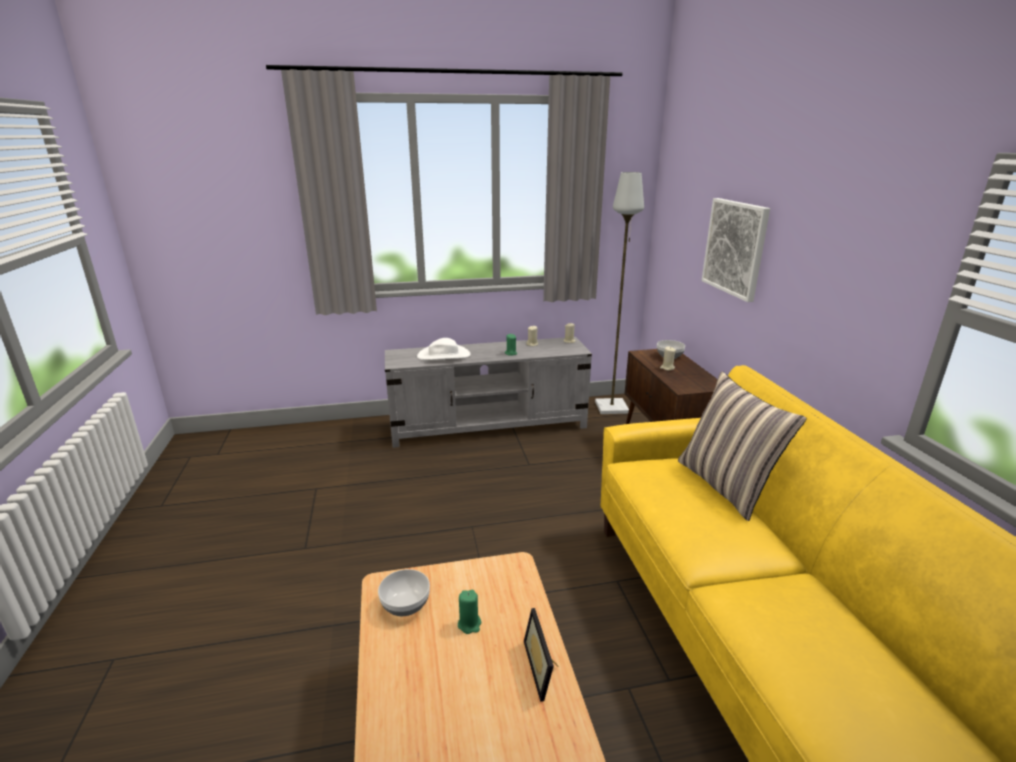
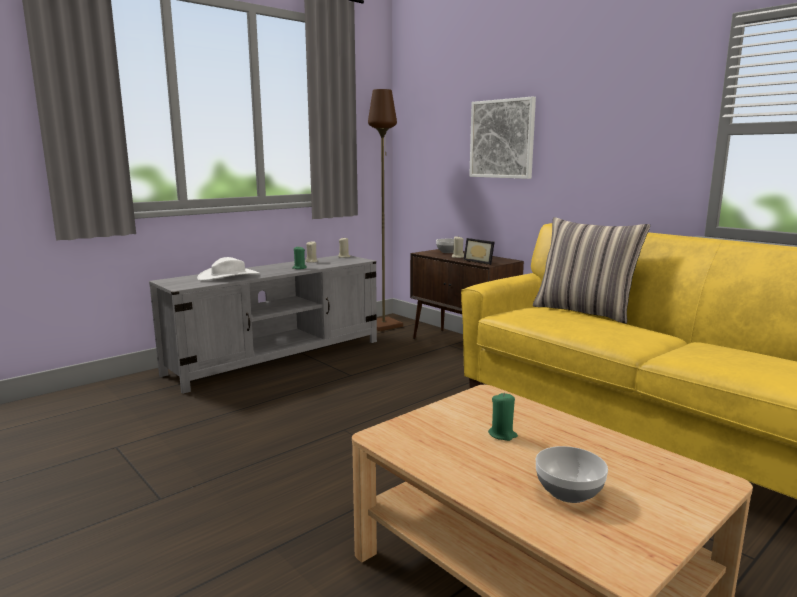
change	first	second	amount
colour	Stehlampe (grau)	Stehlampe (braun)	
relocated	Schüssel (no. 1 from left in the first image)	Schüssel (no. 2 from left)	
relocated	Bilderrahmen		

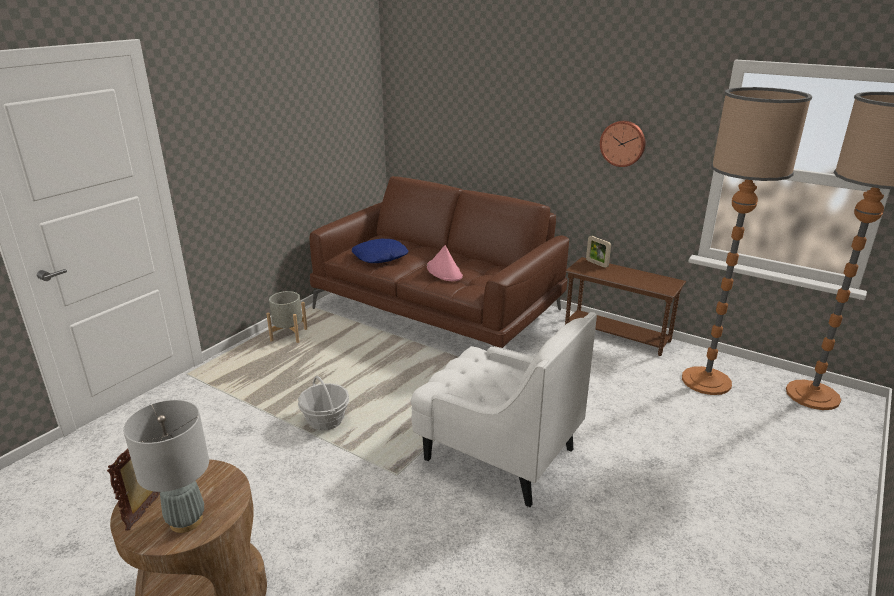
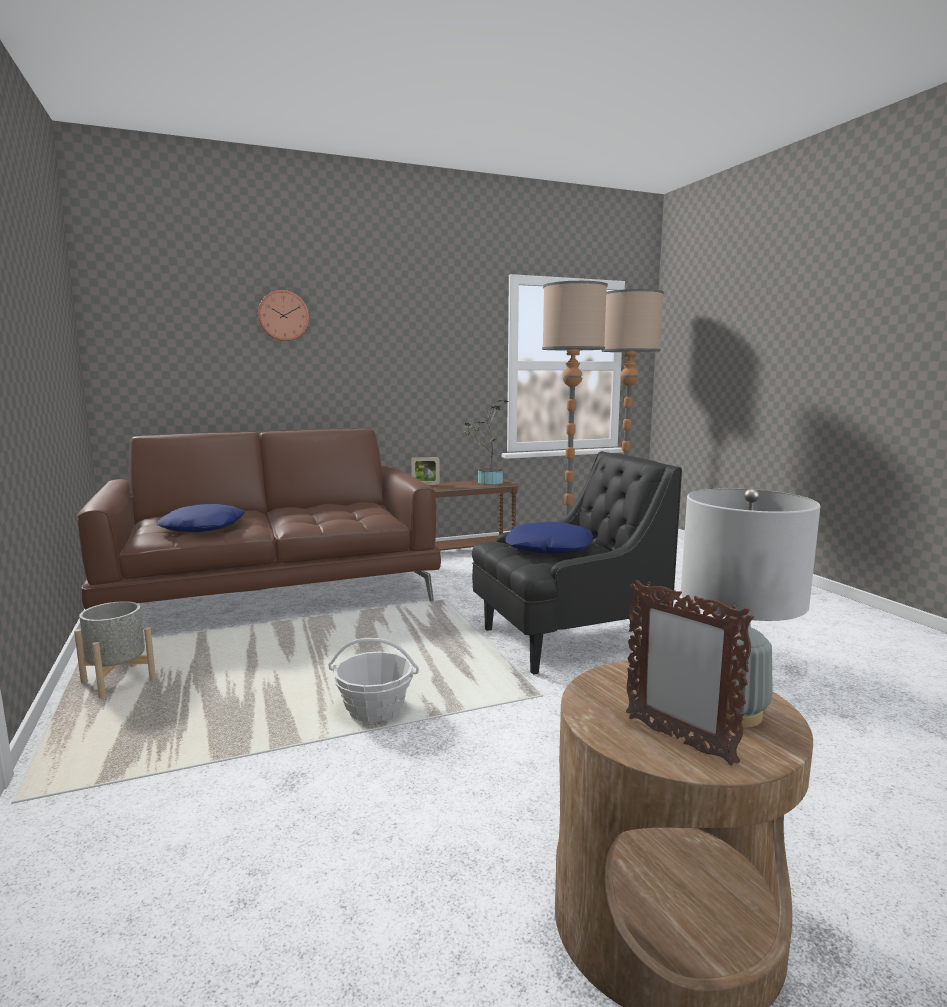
change	first	second	amount
relocated	Wanduhr		
missing	Hut (rosa)		
colour	Sessel (weiß)	Sessel (schwarz)	
appeared		Topfpflanze	
appeared		Kissen (blau) (no. 2 from left)	

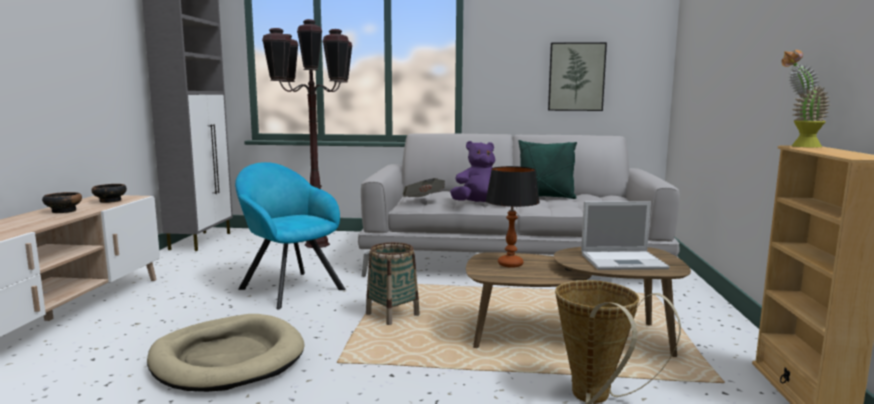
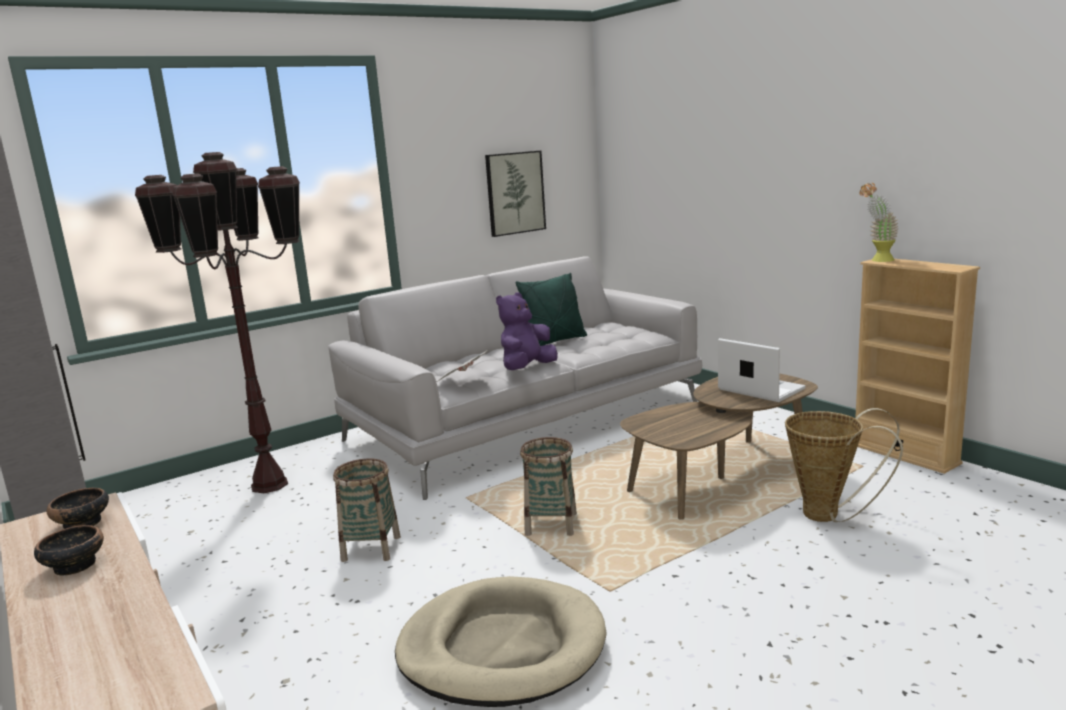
change	first	second	amount
exchanged	Sessel (türkis)	Korb (no. 1 from left)	
missing	Tischlampe		
spun	Laptop		90 degrees counterclockwise

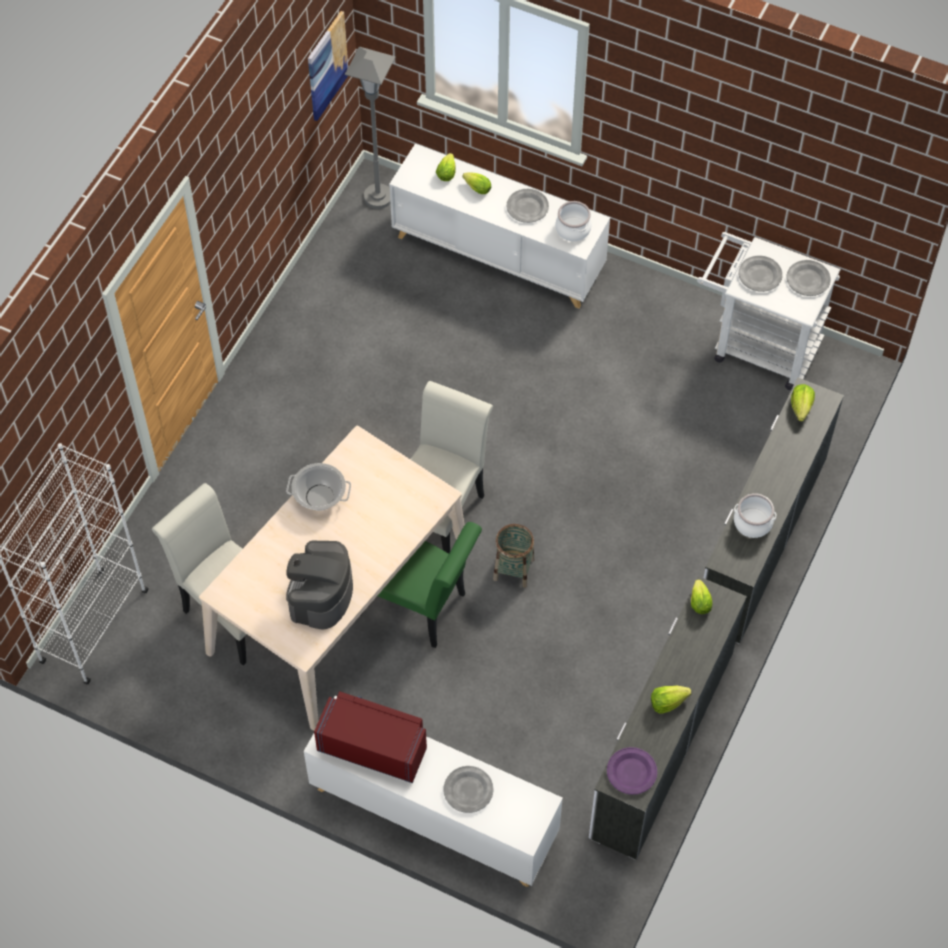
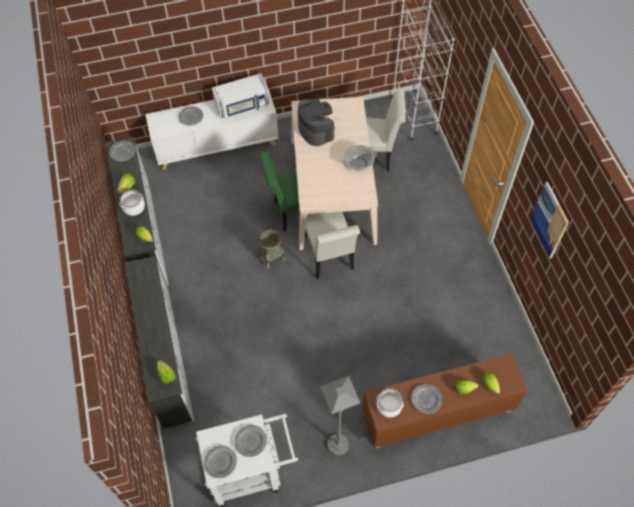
change	first	second	amount
relocated	Bild		
relocated	Stehlampe (grau)		
colour	Schrank (weiß) (no. 2 from left)	Schrank (braun)	
relocated	Kochtopf (no. 3 from left in the first image)	Kochtopf (no. 1 from left)	
colour	Mikrowelle (rot)	Mikrowelle (weiß)	
colour	Teller (lila)	Teller (grau) (no. 1 from left)	

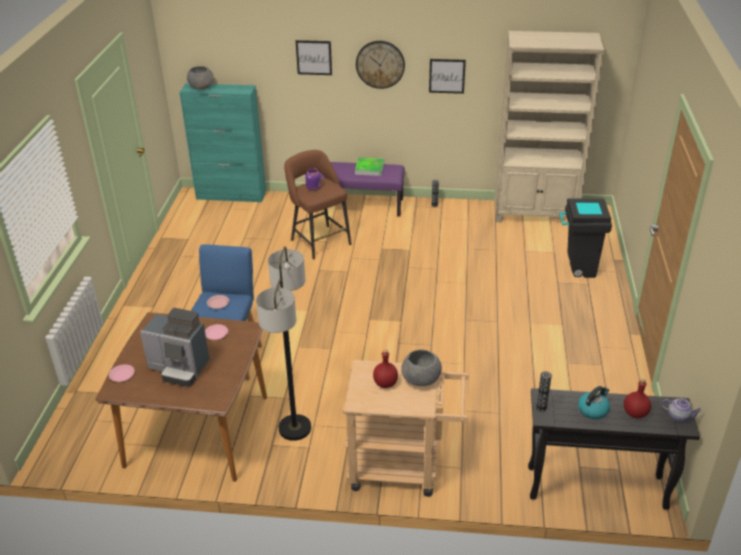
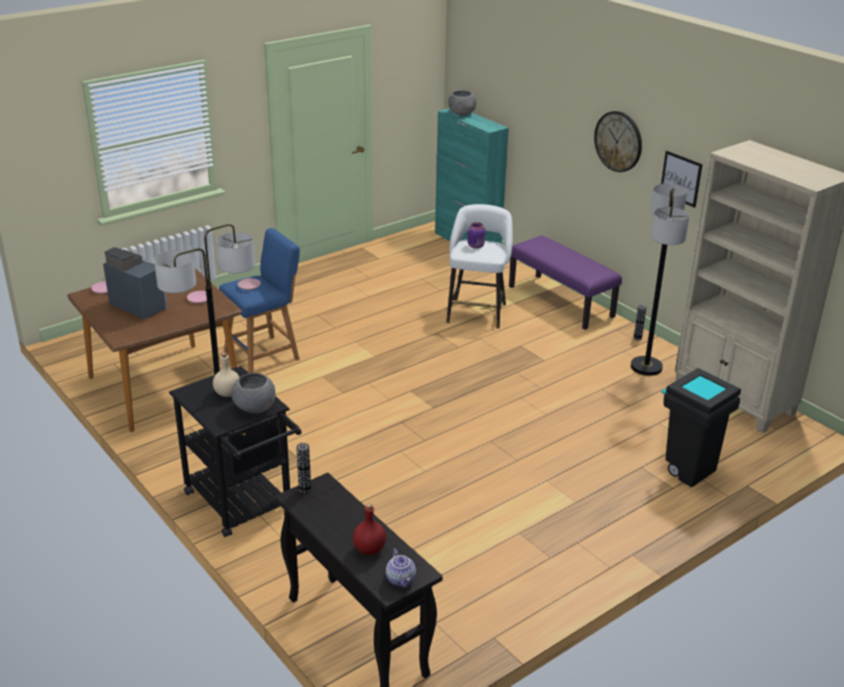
change	first	second	amount
missing	Bild (no. 1 from left)		
colour	Hocker (braun)	Hocker (weiß)	
missing	Tablett		
spun	Kaffeemaschine		150 degrees clockwise
colour	Flasche (rot) (no. 1 from left)	Flasche (beige)	
colour	Rollwagen (beige)	Rollwagen (schwarz)	
missing	Wasserkessel		
appeared		Stehlampe (no. 2 from left)	

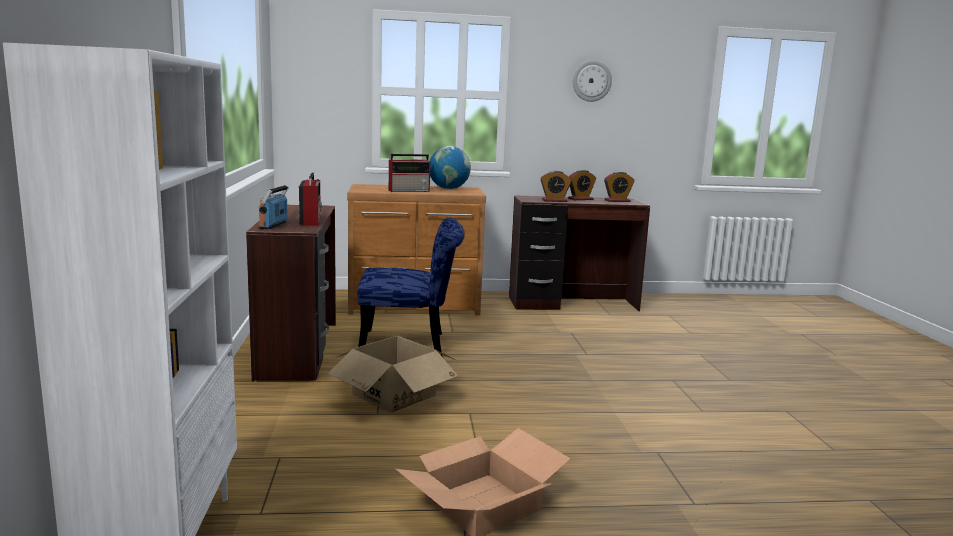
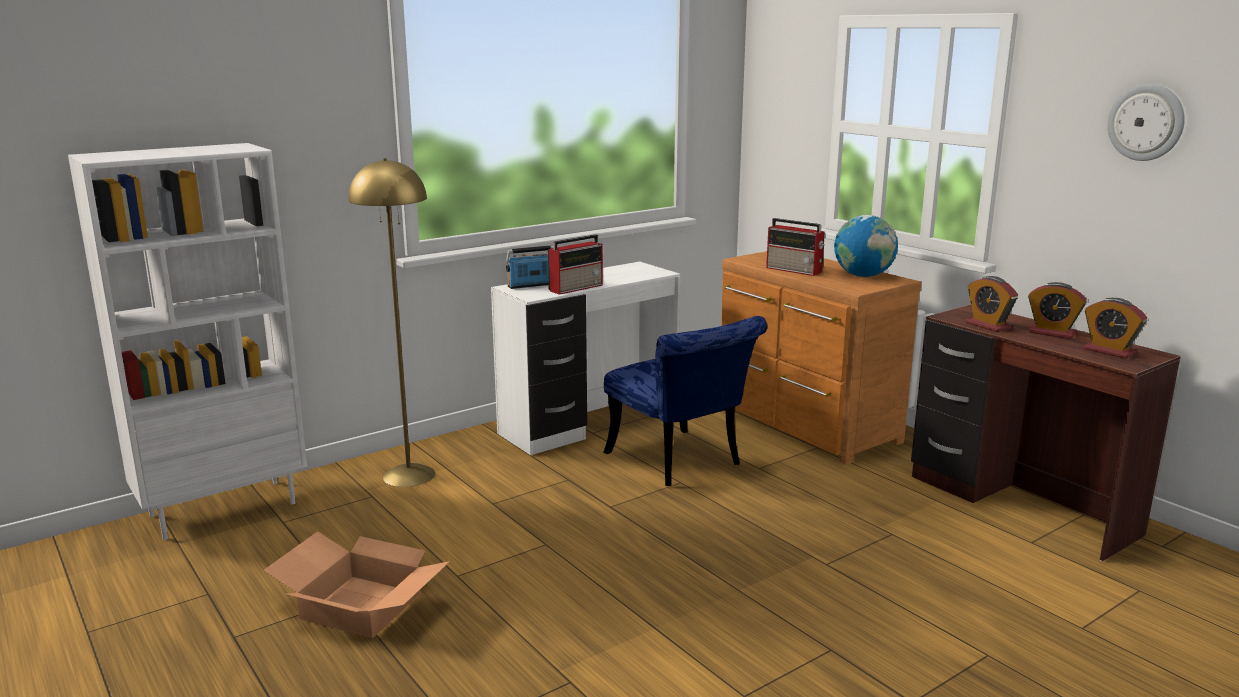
change	first	second	amount
colour	Schreibtisch (braun) (no. 1 from left)	Schreibtisch (weiß)	
missing	Karton (no. 1 from left)		
appeared		Stehlampe (gelb)	

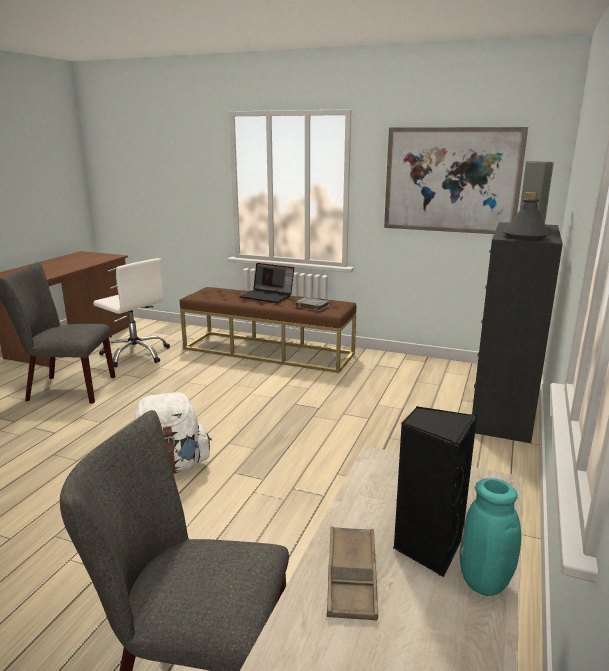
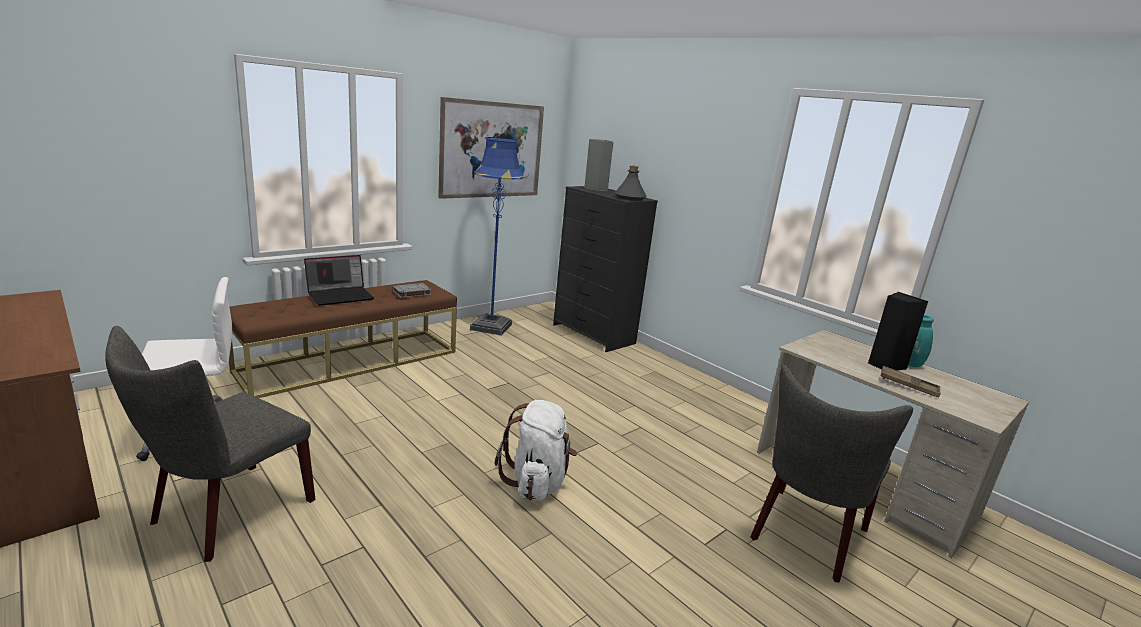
change	first	second	amount
appeared		Stehlampe (blau)	

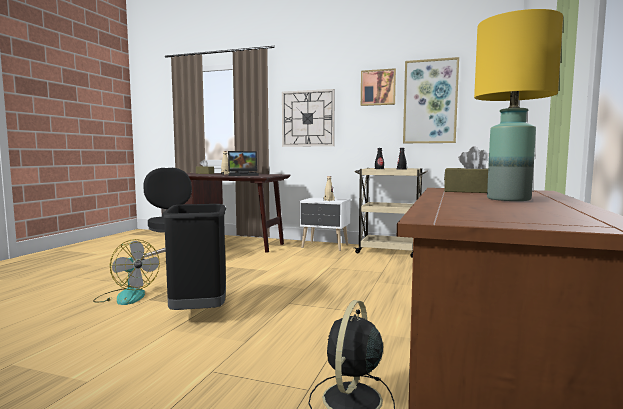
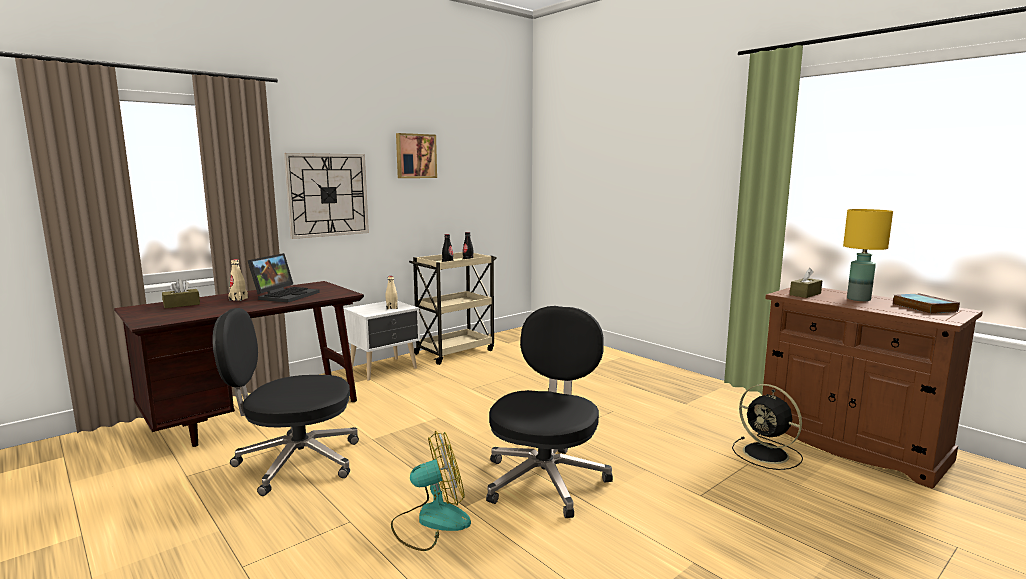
change	first	second	amount
missing	Bild (no. 2 from left)		
exchanged	Mülleimer (schwarz)	Bürostuhl (schwarz) (no. 2 from left)	
appeared		Buch	

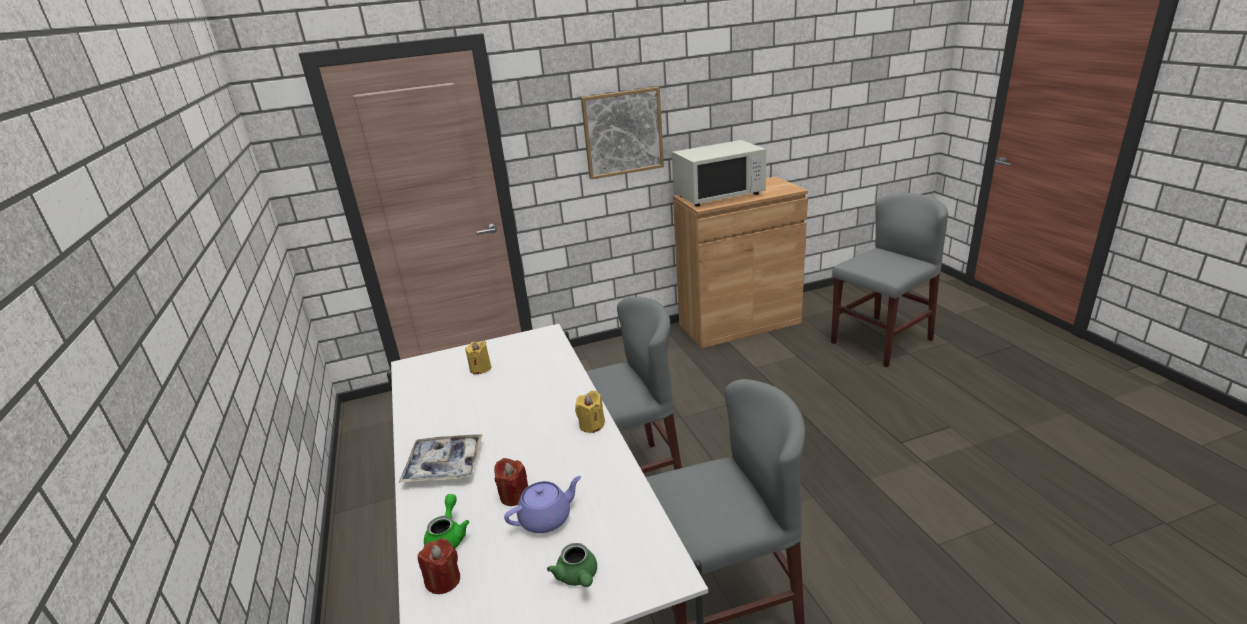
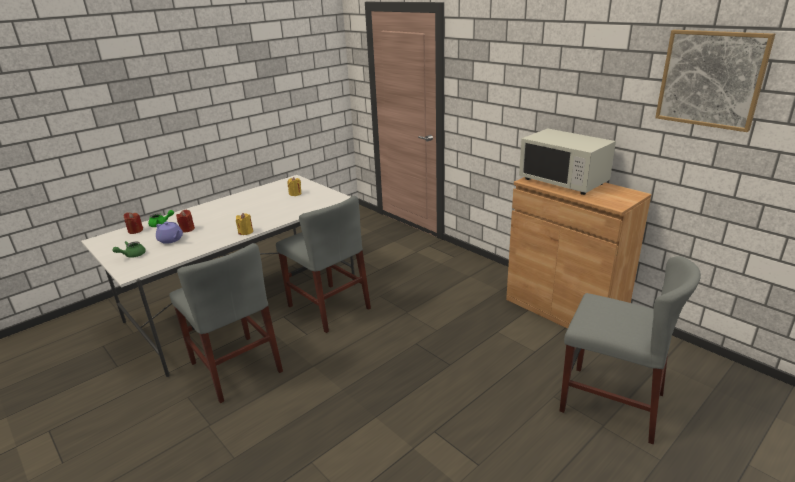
change	first	second	amount
relocated	Bild		
missing	Tablett		

